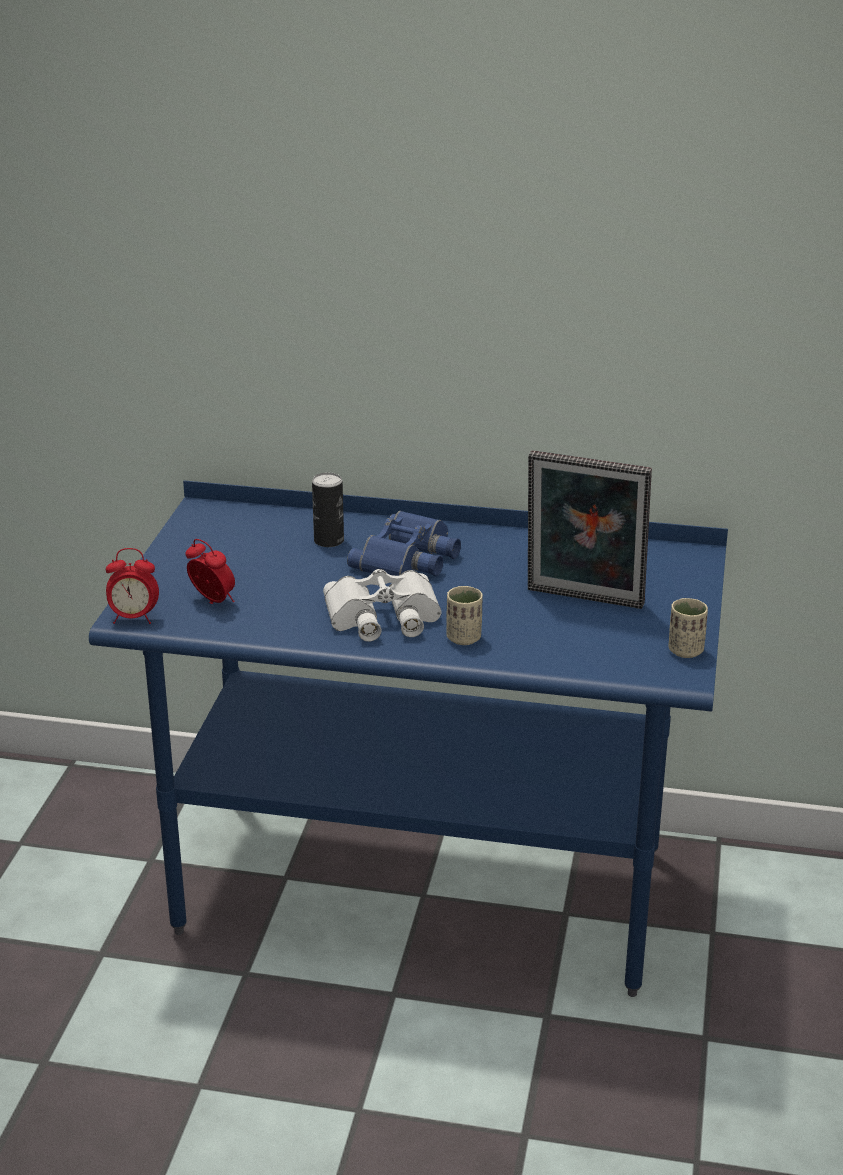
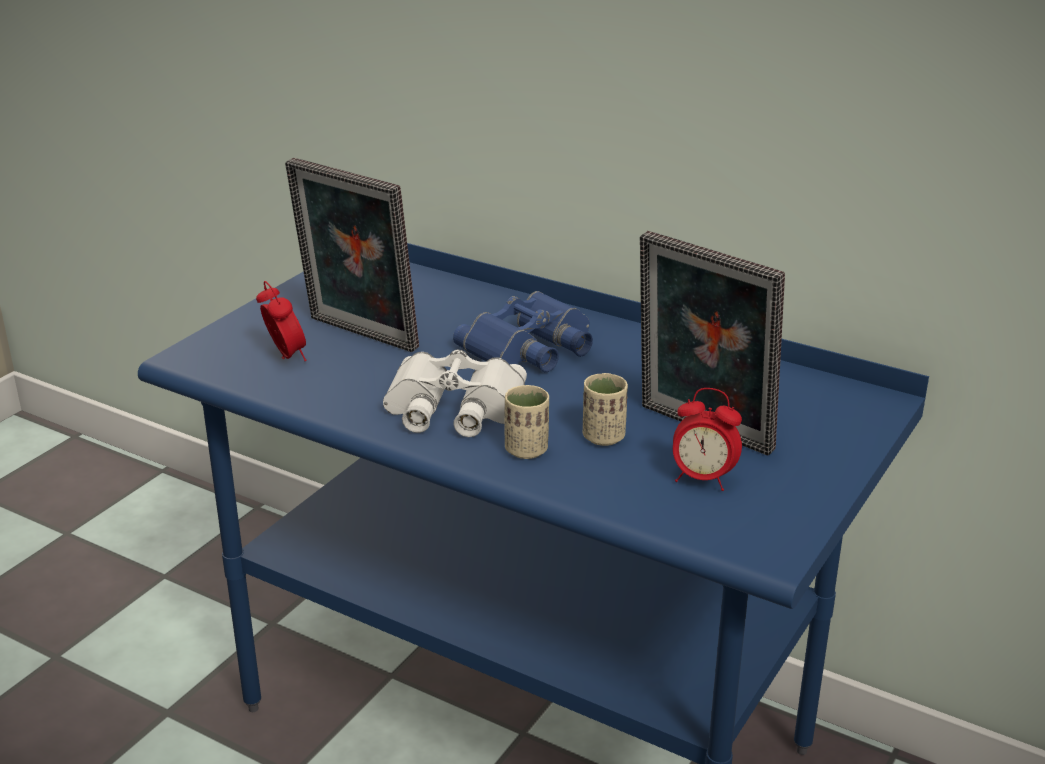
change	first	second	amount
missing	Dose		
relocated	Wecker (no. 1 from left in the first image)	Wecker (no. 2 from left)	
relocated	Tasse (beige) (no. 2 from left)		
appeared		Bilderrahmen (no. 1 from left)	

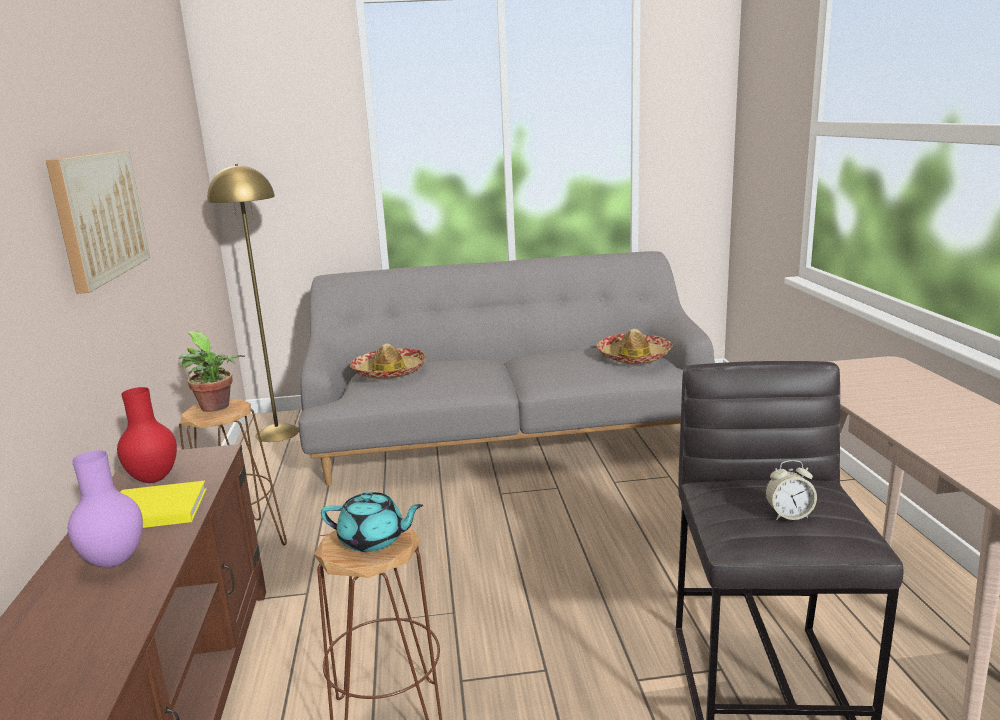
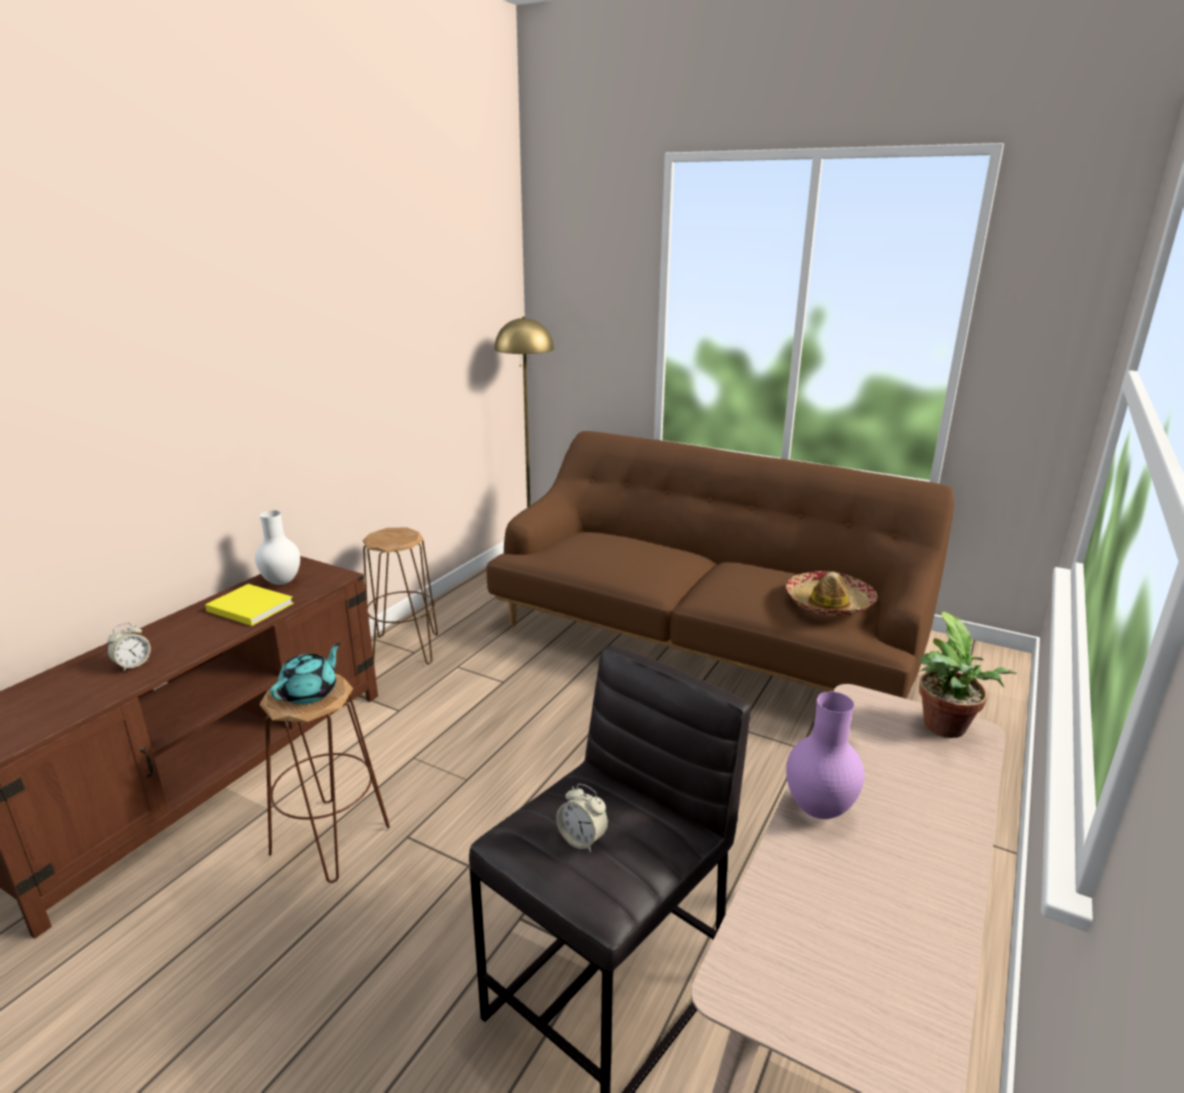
change	first	second	amount
missing	Bild		
colour	Sofa (grau)	Sofa (braun)	
relocated	Topfpflanze		
missing	Hut (no. 1 from left)		
colour	Vase (rot)	Vase (weiß)	
relocated	Vase (lila)		
spun	Teekanne (türkis)		105 degrees counterclockwise
appeared		Wecker (no. 1 from left)	

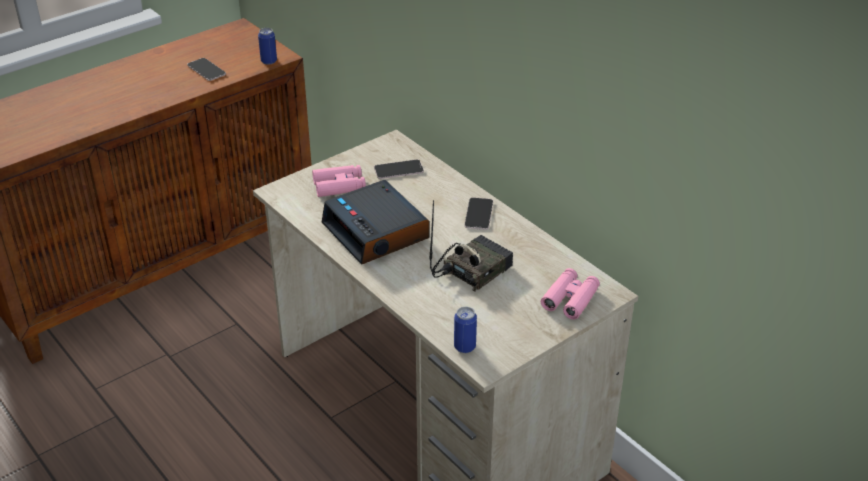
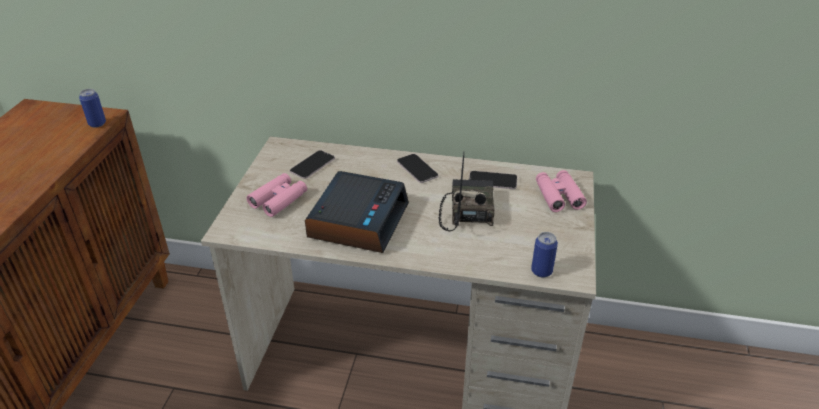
change	first	second	amount
relocated	Handy (no. 1 from left in the first image)	Handy (no. 3 from left)	
spun	Wecker		90 degrees counterclockwise

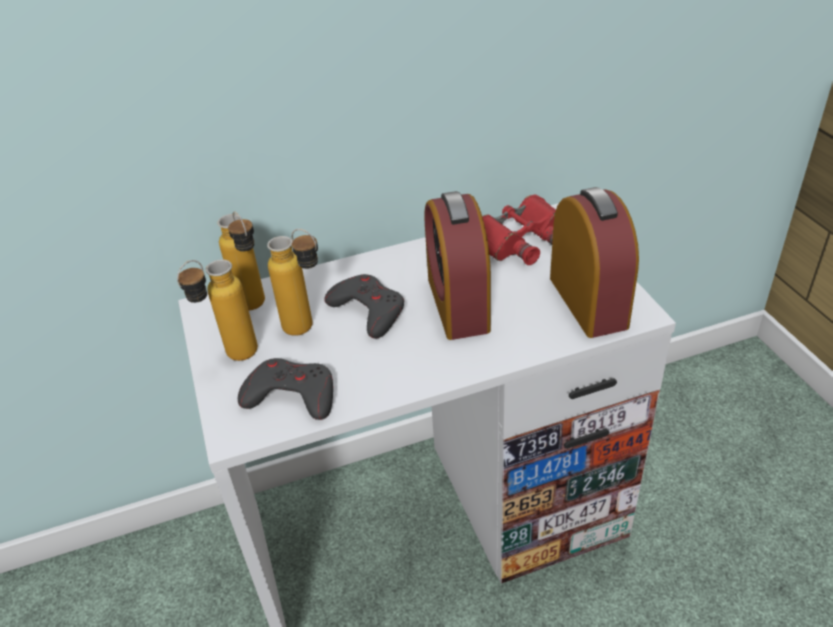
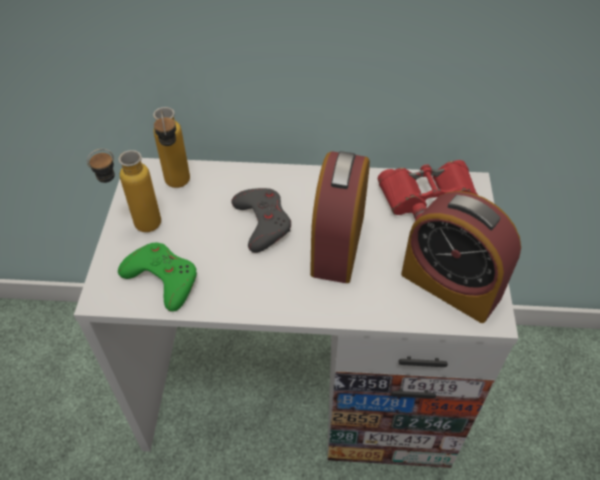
change	first	second	amount
spun	Wecker (no. 2 from left)		120 degrees clockwise
missing	Flasche (no. 3 from left)		
colour	Gamepad (grau) (no. 1 from left)	Gamepad (grün)	

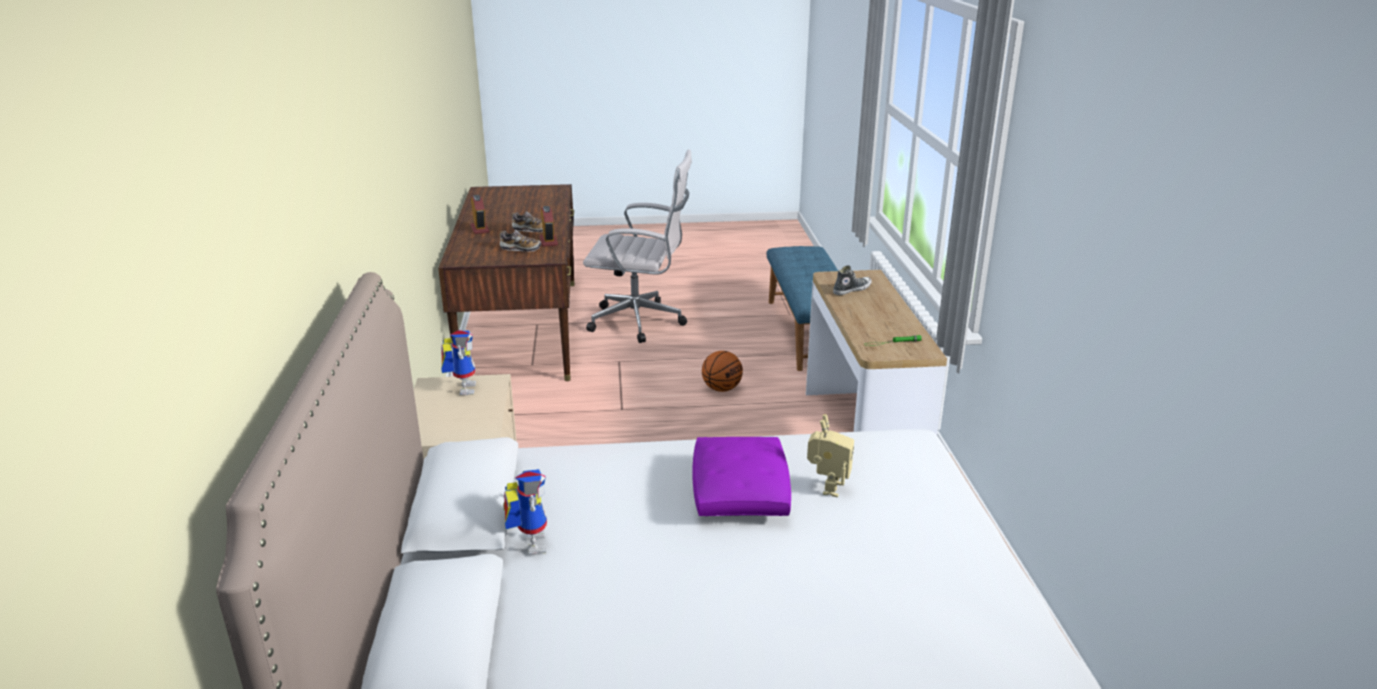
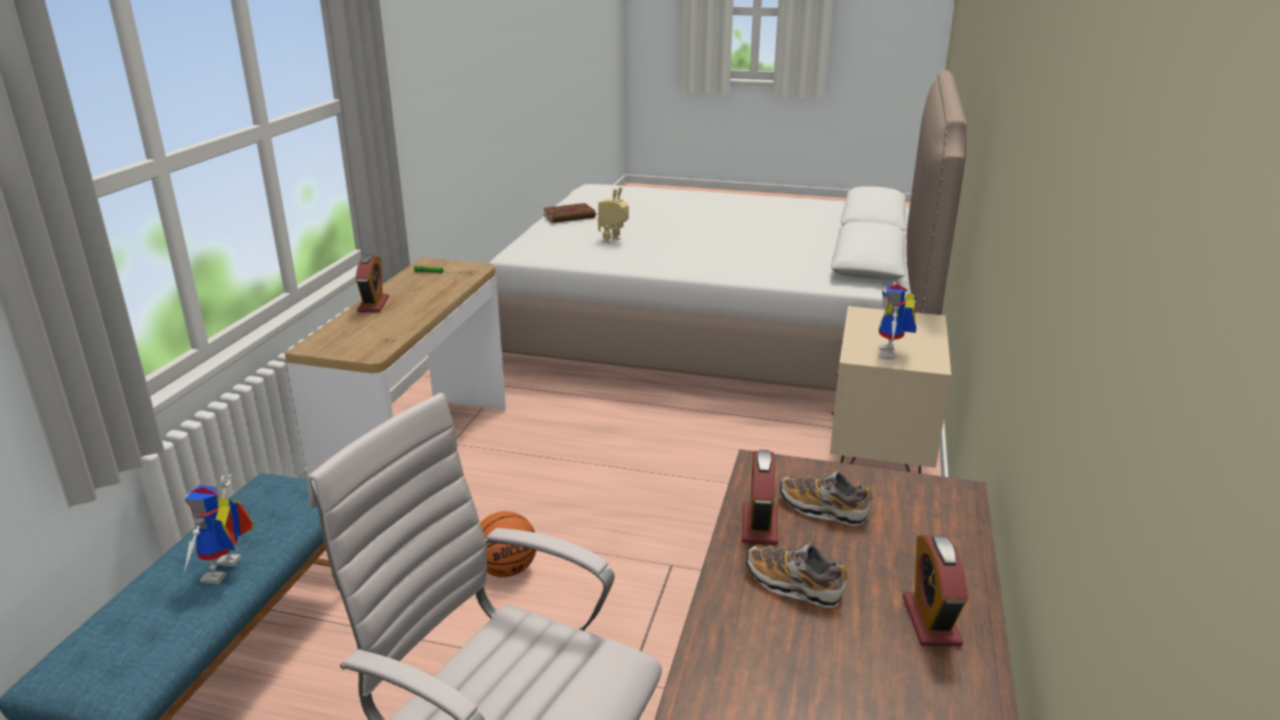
change	first	second	amount
missing	Schuh (no. 3 from left)		
missing	Kissen (lila)		
relocated	Spielzeugroboter (no. 2 from left in the first image)	Spielzeugroboter (no. 1 from left)	
appeared		Buch (braun)	
appeared		Wecker (no. 1 from left)	

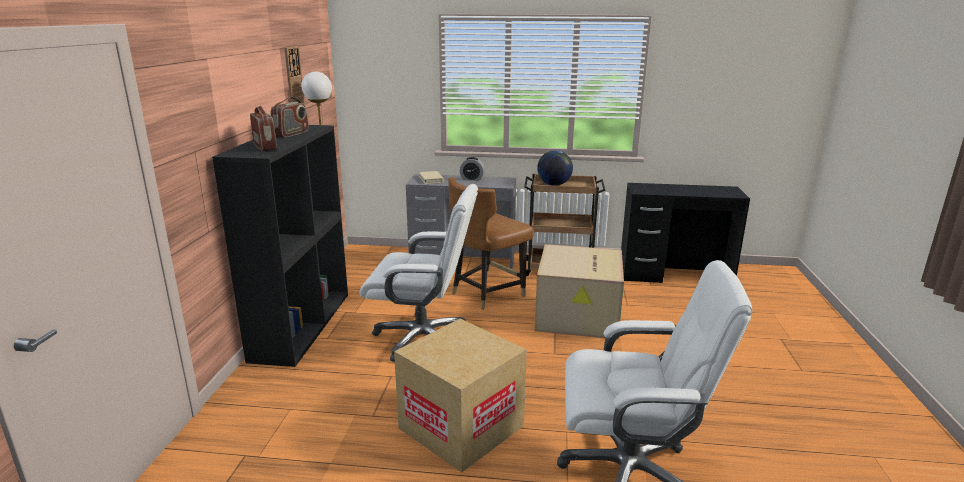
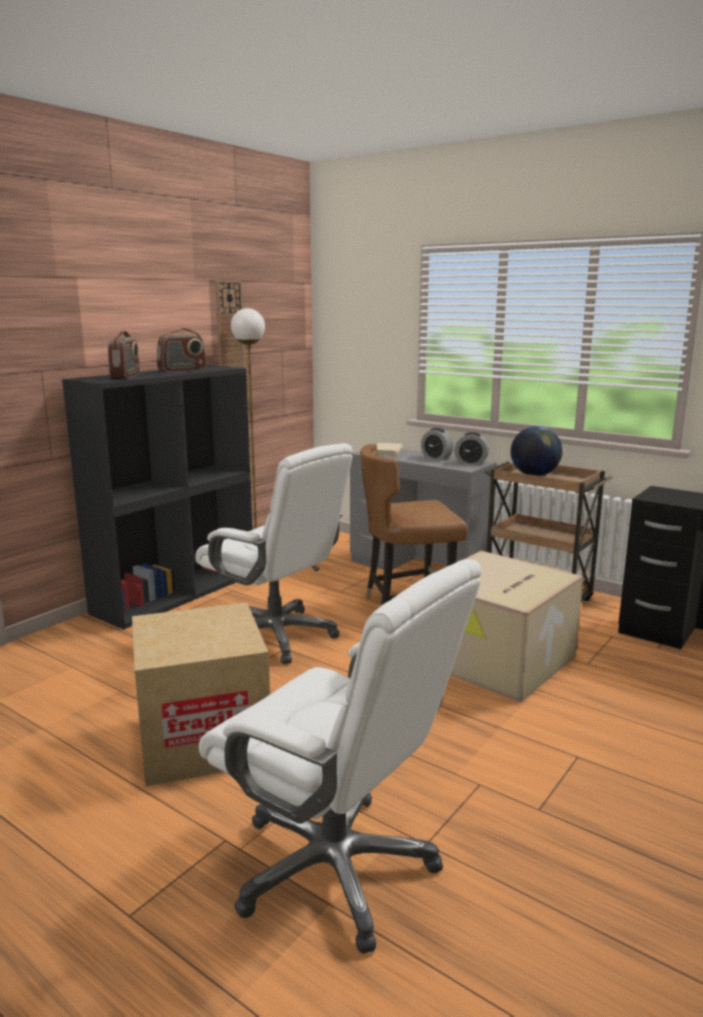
change	first	second	amount
appeared		Wecker (no. 2 from left)	

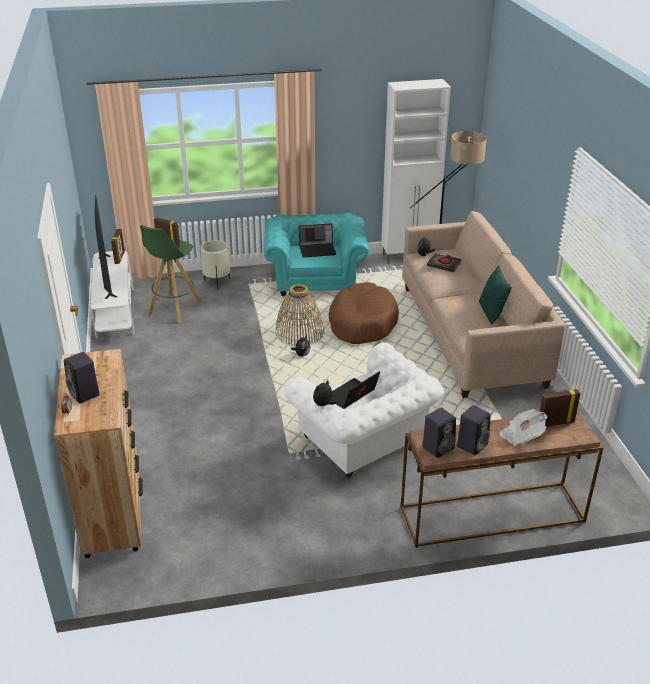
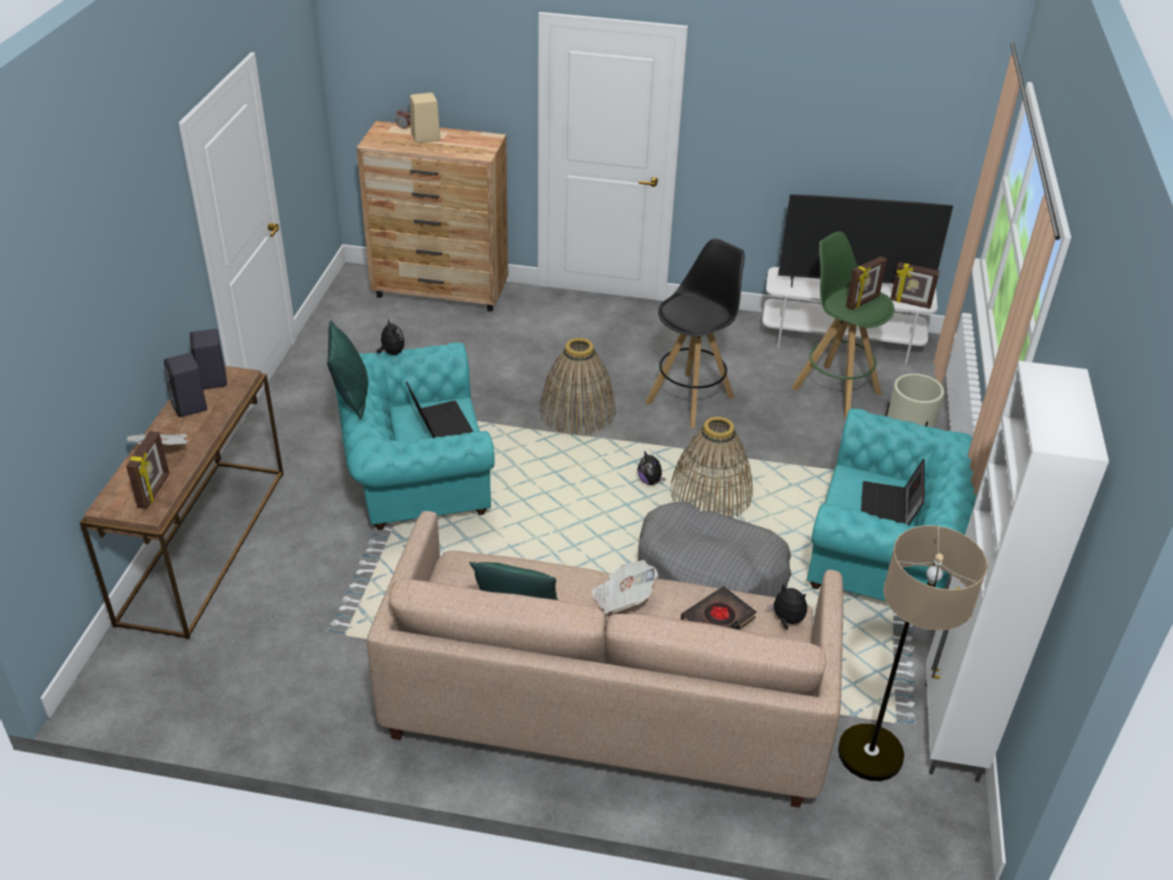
change	first	second	amount
colour	Hundebett (braun)	Hundebett (grau)	
colour	Sessel (weiß)	Sessel (türkis) (no. 1 from left)	
colour	Lautsprecher (schwarz) (no. 1 from left)	Lautsprecher (beige)	
appeared		Hocker (schwarz)	
appeared		Kissen (grün) (no. 1 from left)	
appeared		Korb (no. 1 from left)	
appeared		Zeitung (no. 2 from left)	

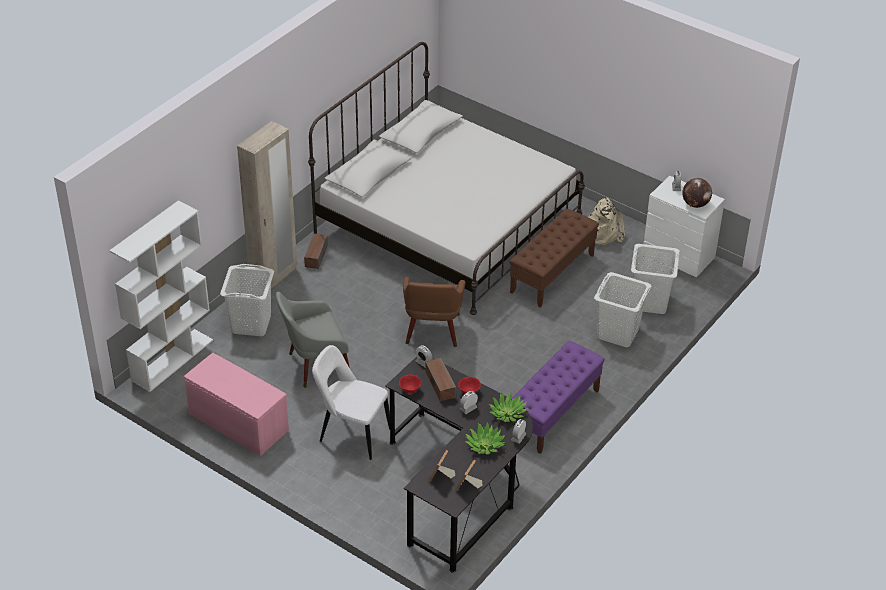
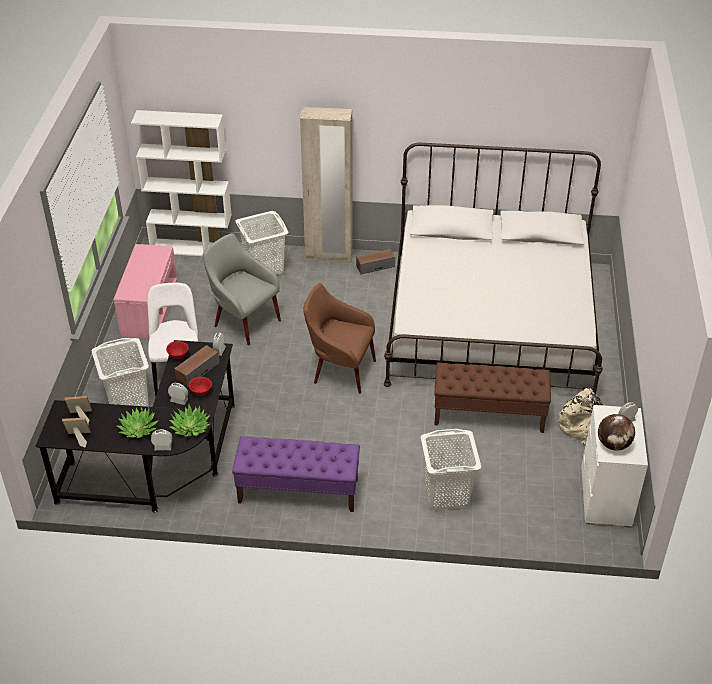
change	first	second	amount
relocated	Wäschekorb (weiß) (no. 3 from left in the first image)	Wäschekorb (weiß) (no. 1 from left)	
spun	Sessel (braun)		45 degrees clockwise

